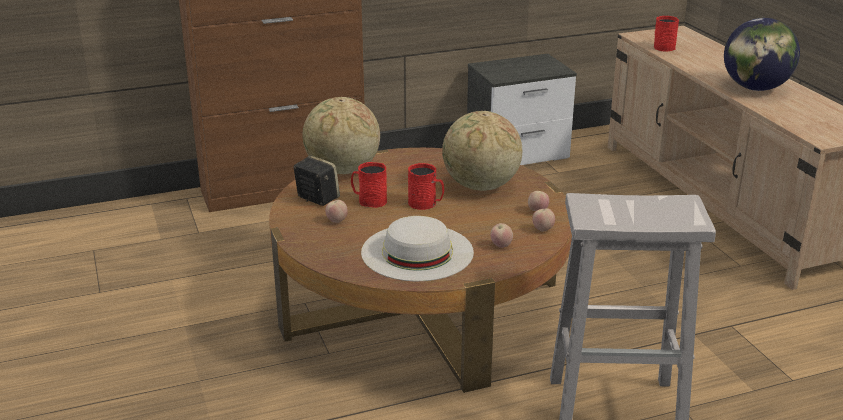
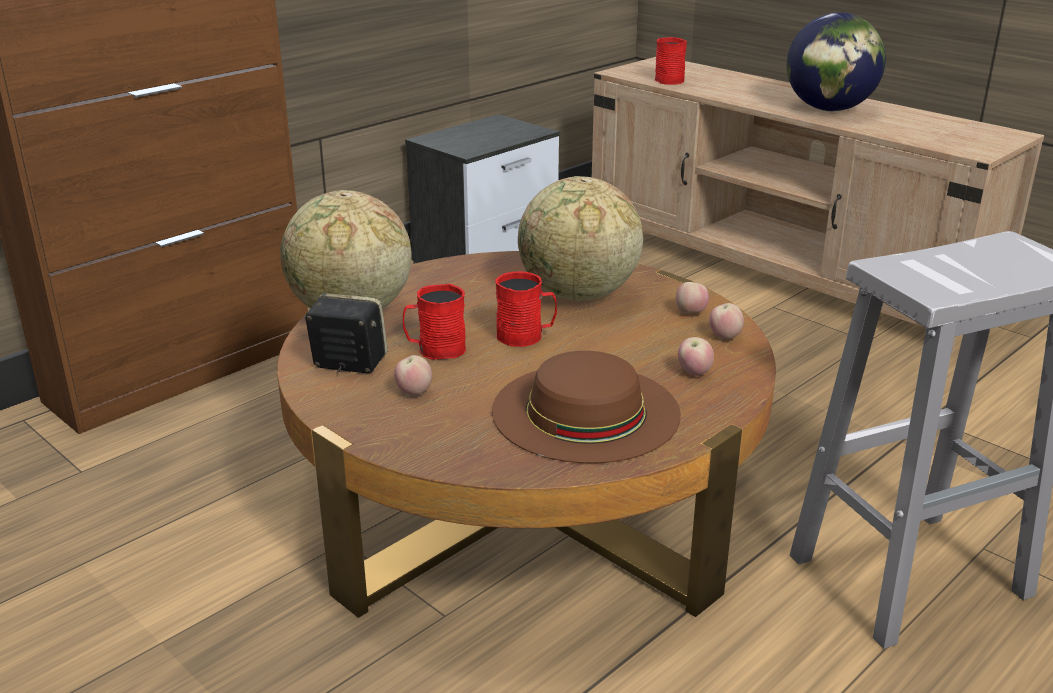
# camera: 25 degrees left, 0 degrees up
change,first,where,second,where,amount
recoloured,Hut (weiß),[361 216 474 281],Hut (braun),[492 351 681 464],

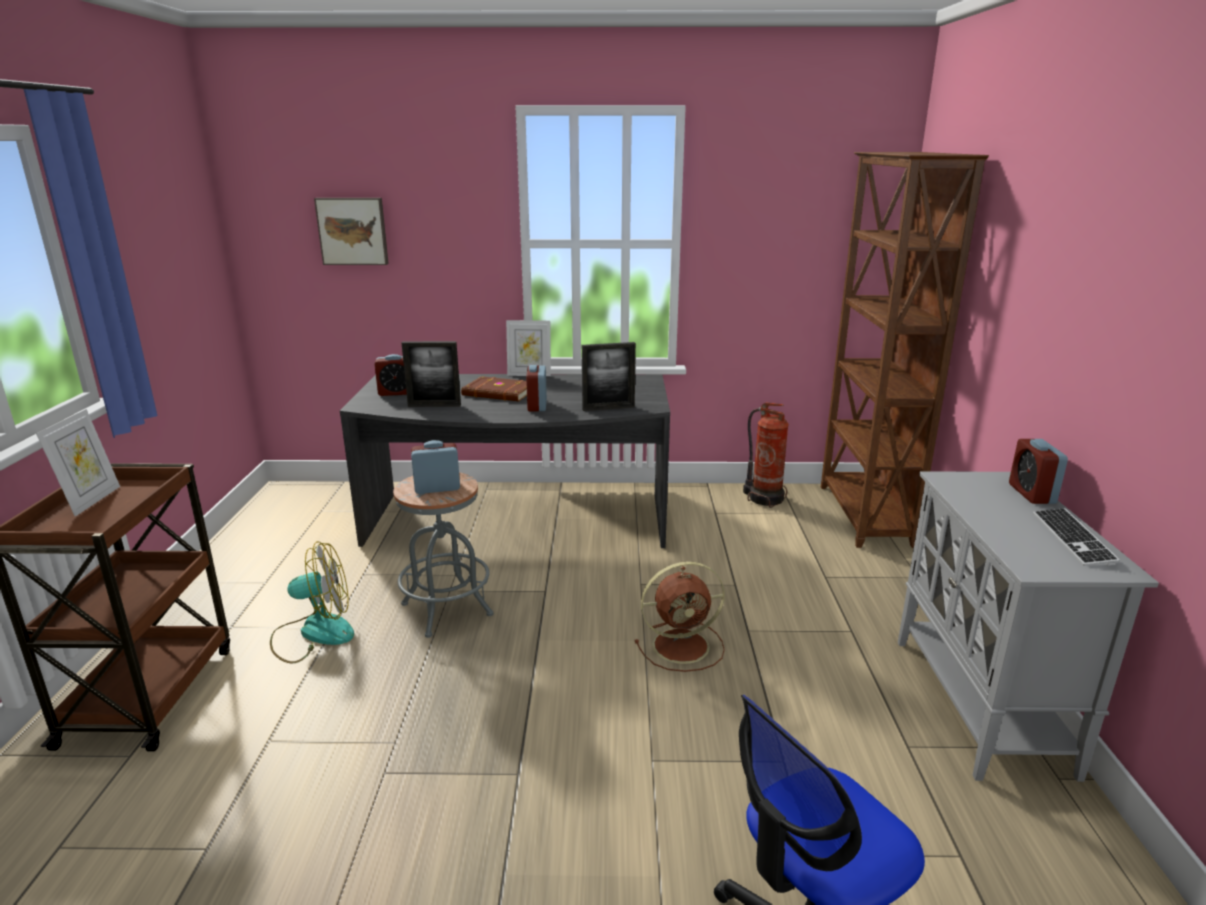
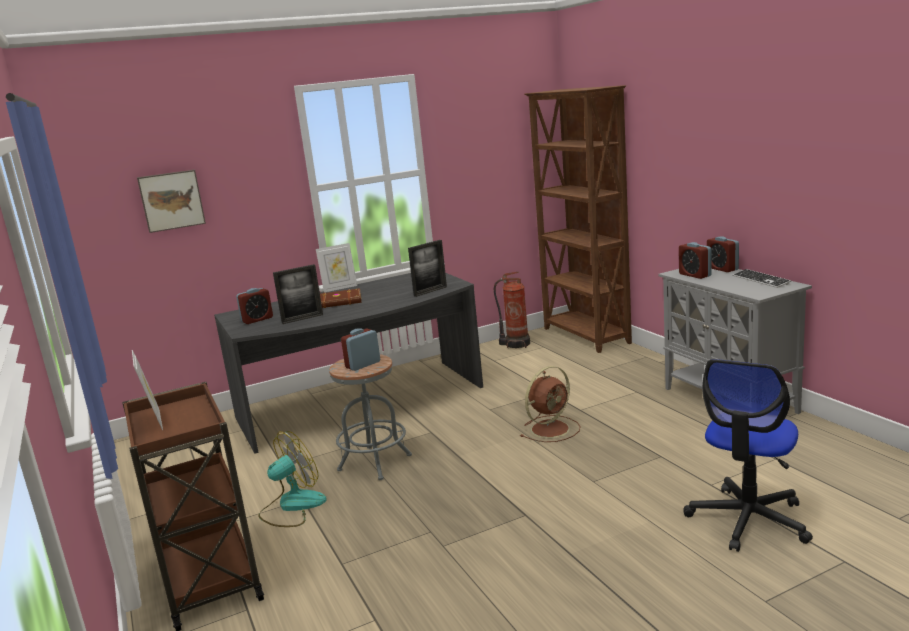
# camera: 25 degrees left, 5 degrees down
change,first,where,second,where,amount
moved,Wecker,[526 365 547 411],,[679 242 711 279],

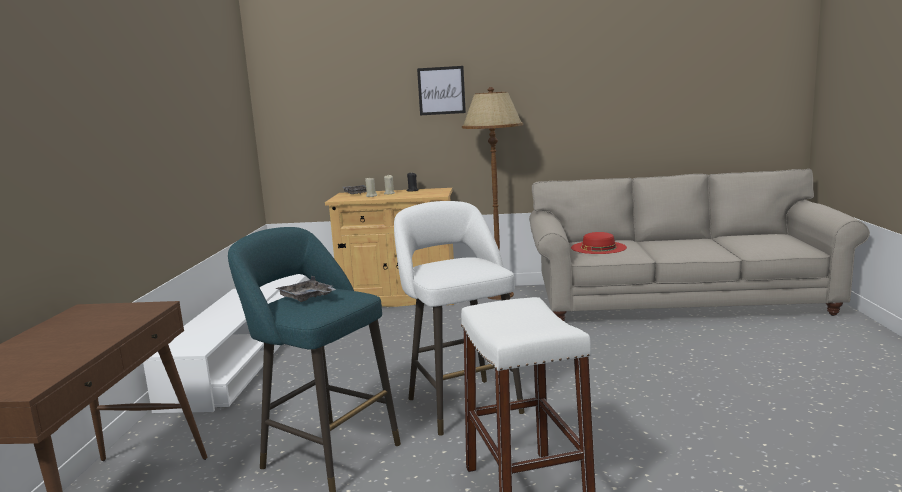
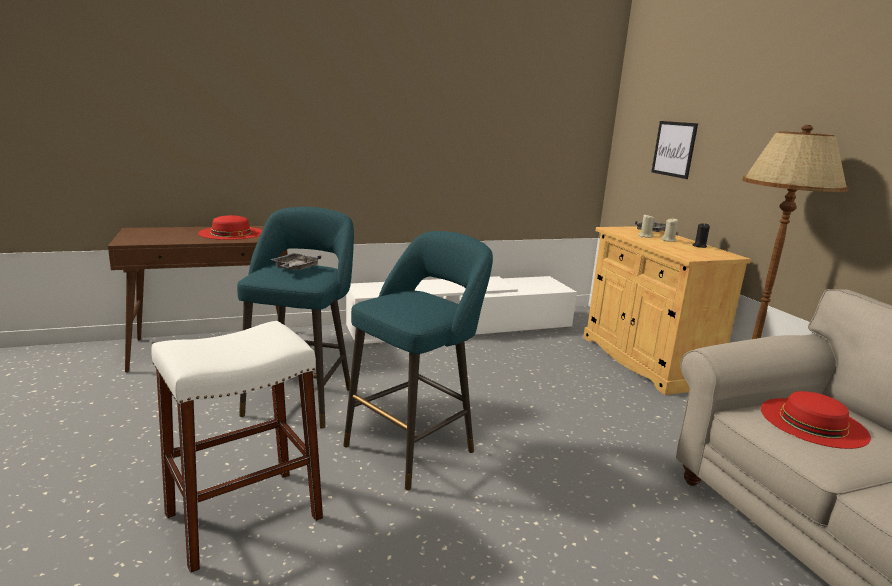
# camera: 65 degrees right, 5 degrees up
change,first,where,second,where,amount
added,,,Hut (rot),[198 215 262 240],
moved,Bild,[417 66 466 115],,[652 121 698 179],
recoloured,Hocker (weiß),[394 201 525 436],Hocker (türkis),[343 231 493 490],

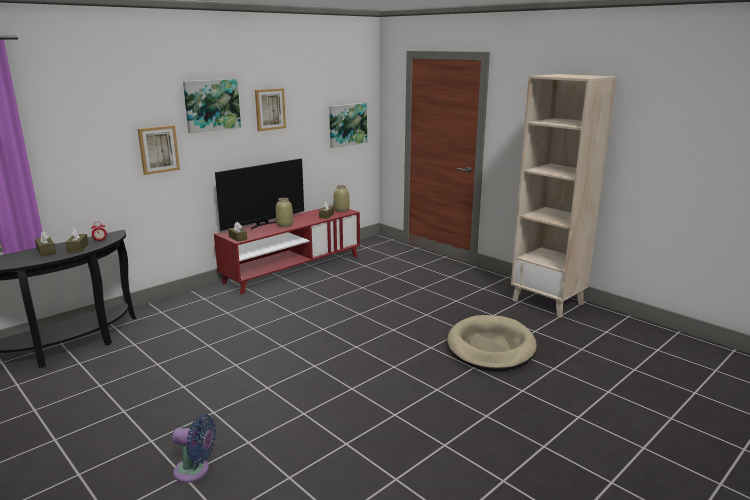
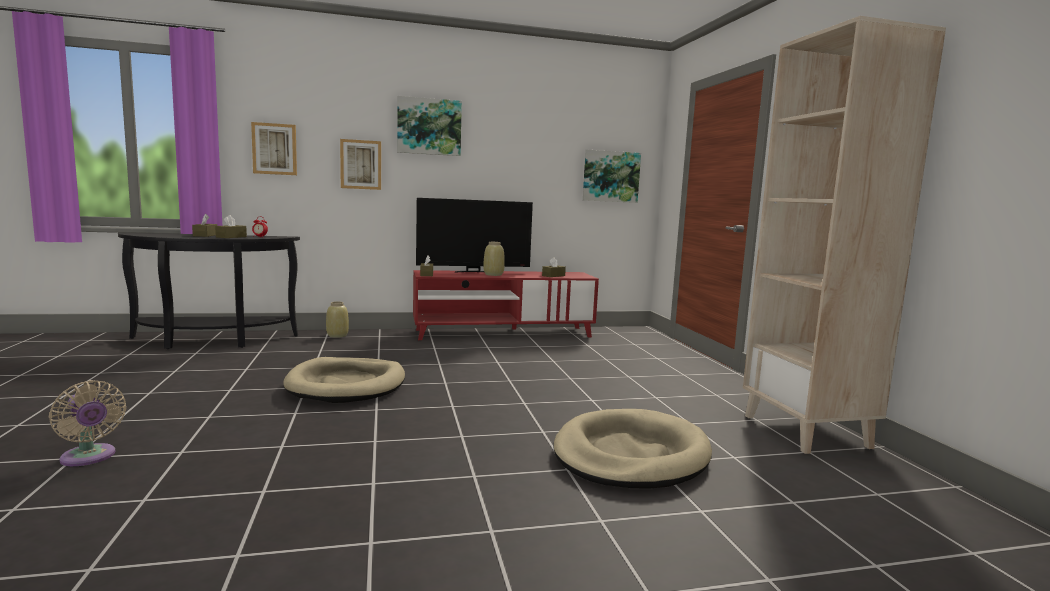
# camera: 30 degrees right, 10 degrees down
change,first,where,second,where,amount
added,,,Hundebett (beige),[283 357 405 403],
moved,Bild,[255 88 286 131],,[251 122 297 175],
moved,Vase (beige),[333 185 350 212],,[326 301 349 338],
recoloured,Ventilator (blau),[172 414 216 483],Ventilator (beige),[49 380 126 466],

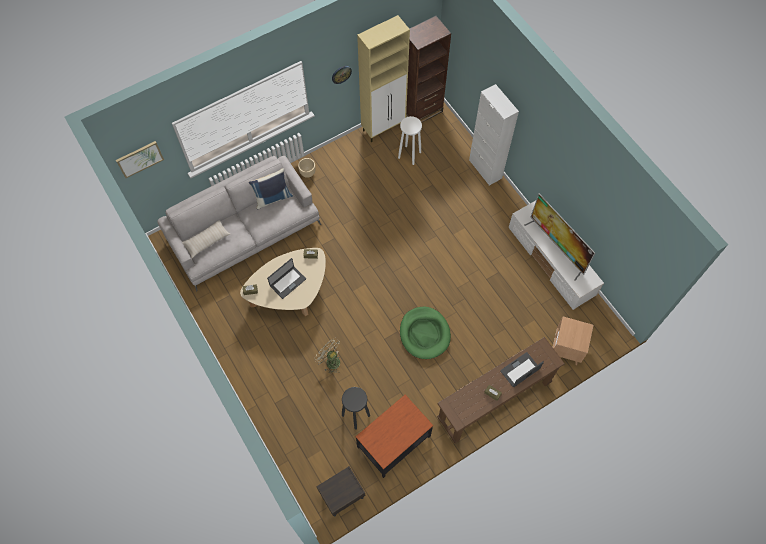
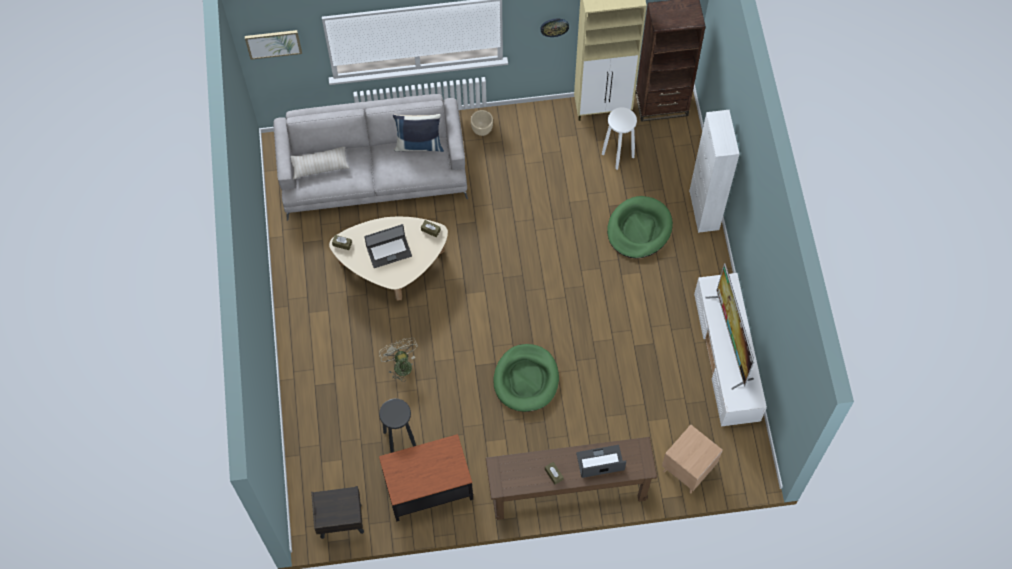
# camera: 25 degrees right, 0 degrees up
change,first,where,second,where,amount
added,,,Hundebett (grün),[607 196 673 258],

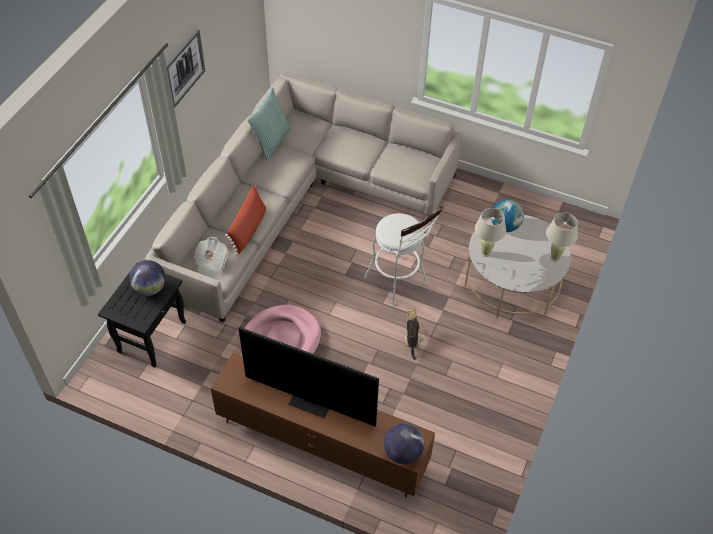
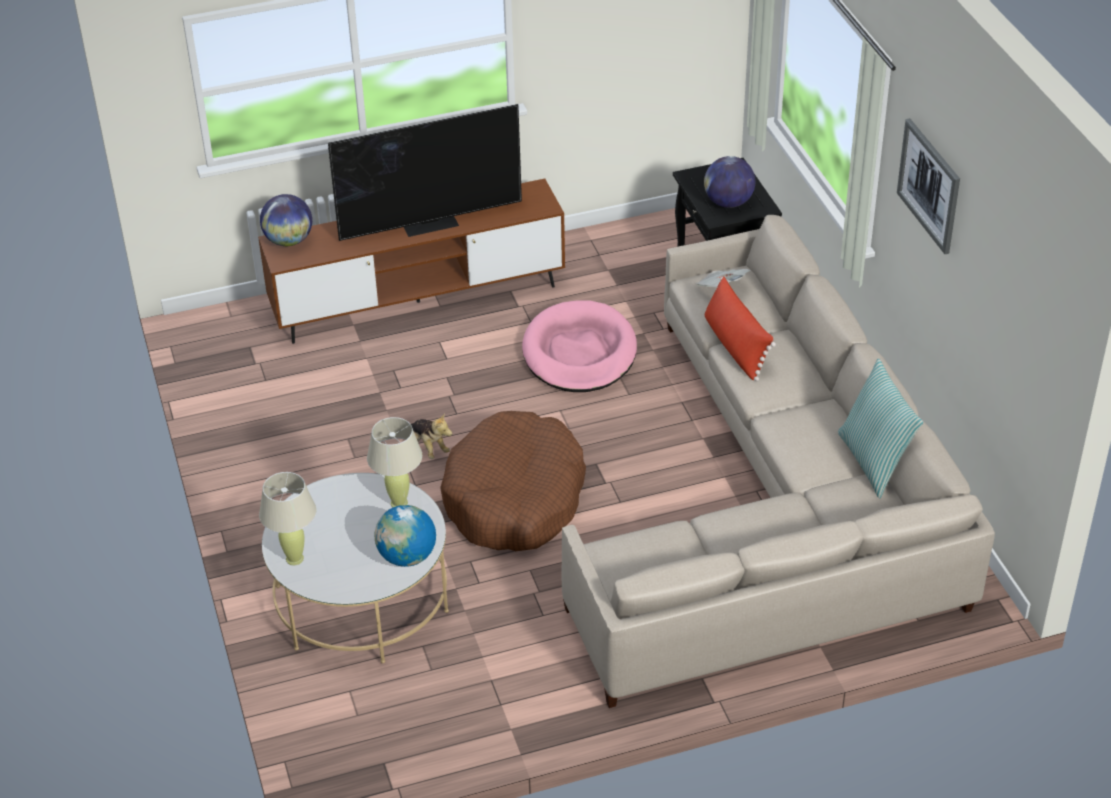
# camera: 140 degrees right, 10 degrees down
change,first,where,second,where,amount
replaced,Hocker (weiß),[364 206 443 306],Hundebett (braun),[440 411 586 551],

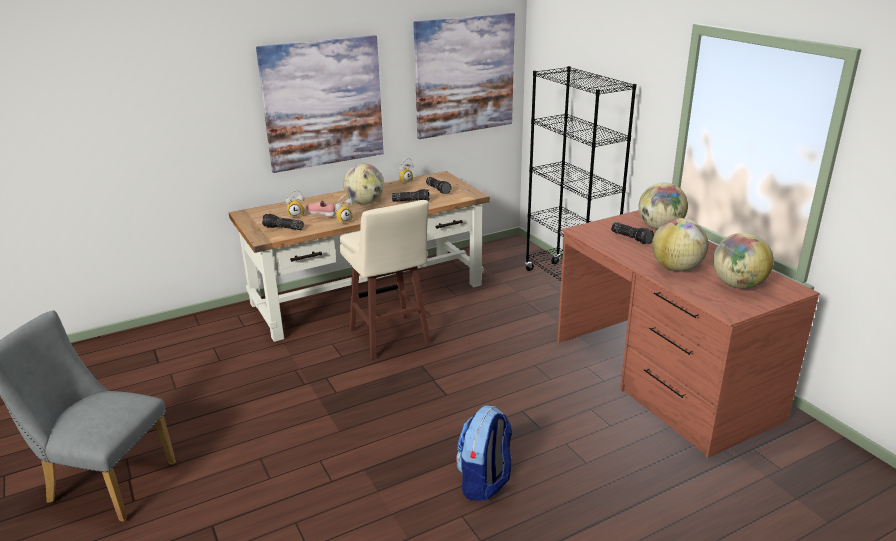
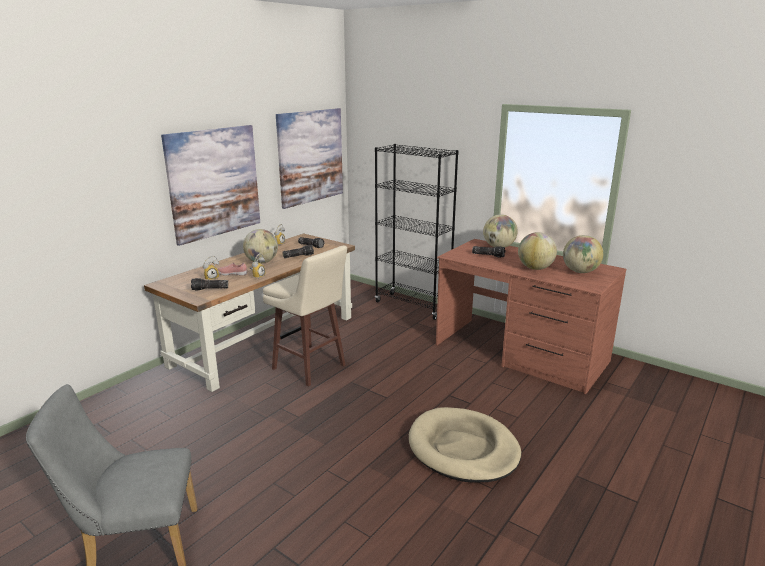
# camera: 25 degrees left, 5 degrees down
change,first,where,second,where,amount
replaced,Rucksack,[456 406 513 501],Hundebett (beige),[409 407 521 483],

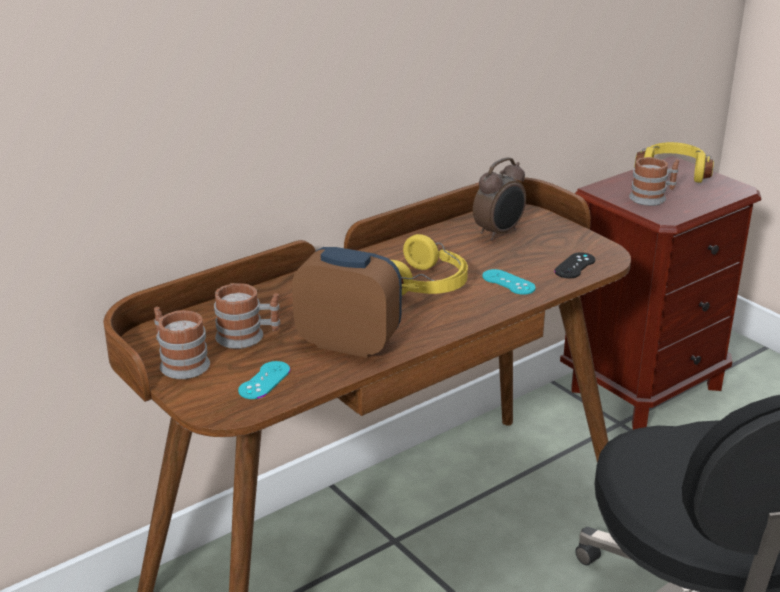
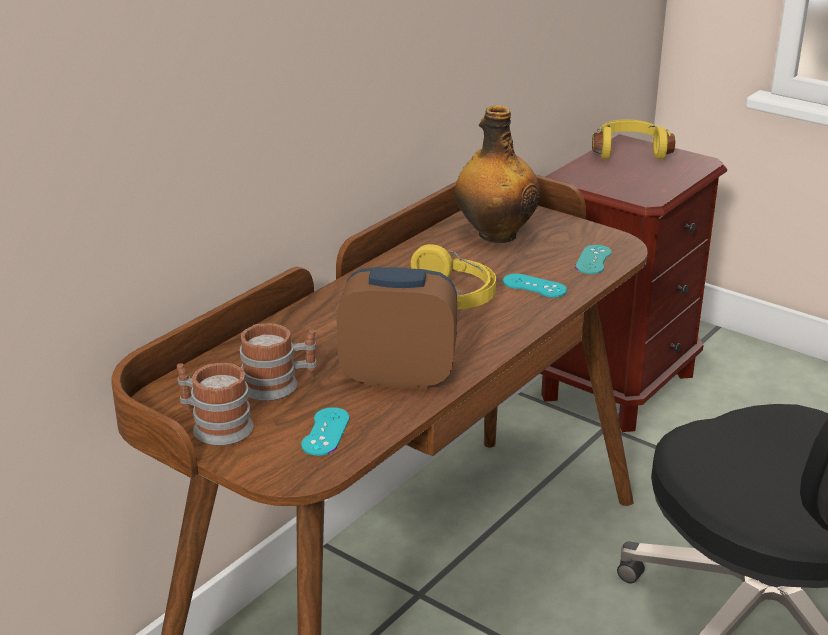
# camera: 15 degrees left, 0 degrees up
change,first,where,second,where,amount
removed,Henkelbecher,[629 157 679 206],,,
replaced,Wecker,[473 157 526 241],Flasche,[455 105 540 243],
recoloured,Gamepad (schwarz),[554 252 595 278],Gamepad (türkis),[575 245 612 274],

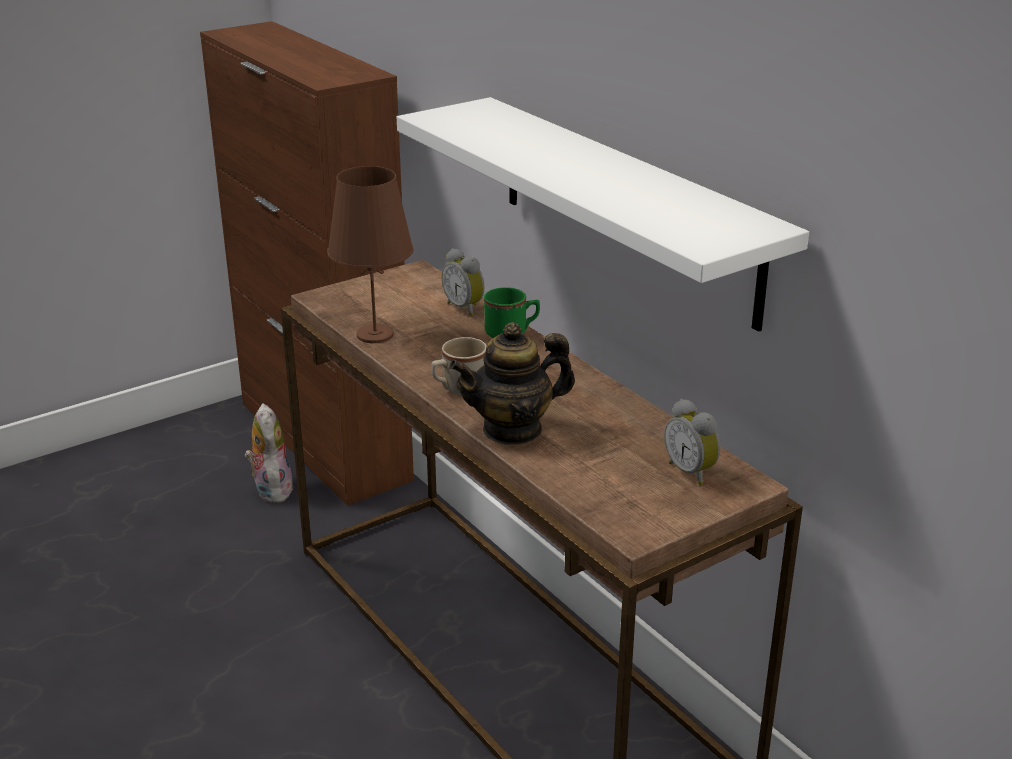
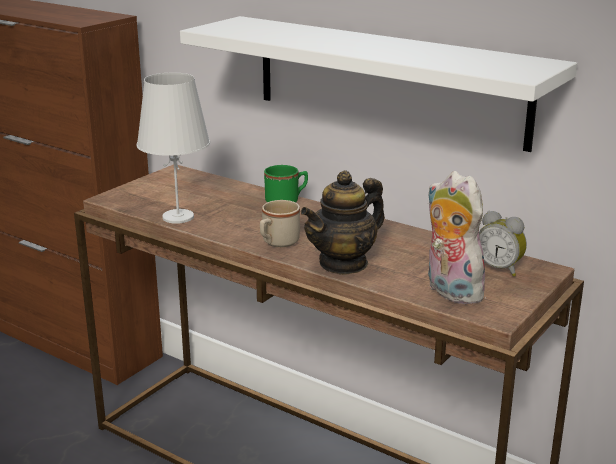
# camera: 20 degrees left, 5 degrees down
change,first,where,second,where,amount
removed,Wecker,[441 248 485 316],,,
moved,Plüschtier,[245 403 294 503],,[428 171 490 305],
recoloured,Tischlampe (braun),[327 166 414 343],Tischlampe (weiß),[136 73 210 224],

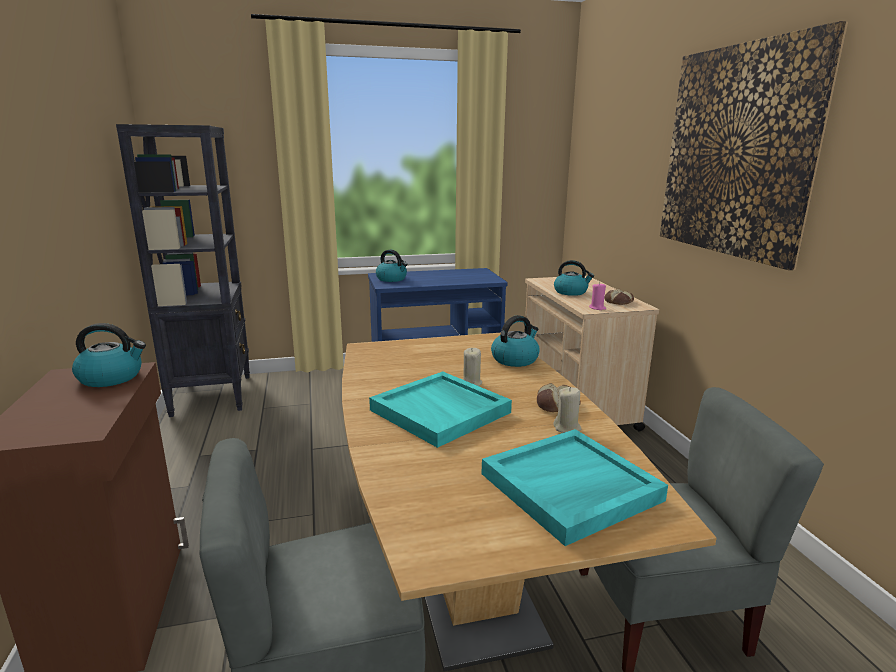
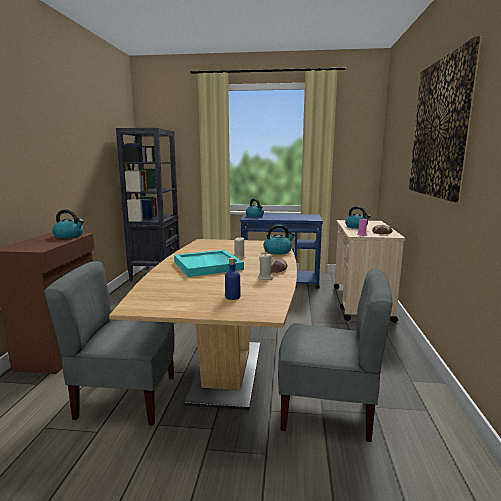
# camera: 20 degrees right, 5 degrees down
change,first,where,second,where,amount
replaced,Tablett (türkis),[482 429 668 546],Flasche (blau),[225 258 240 300],

